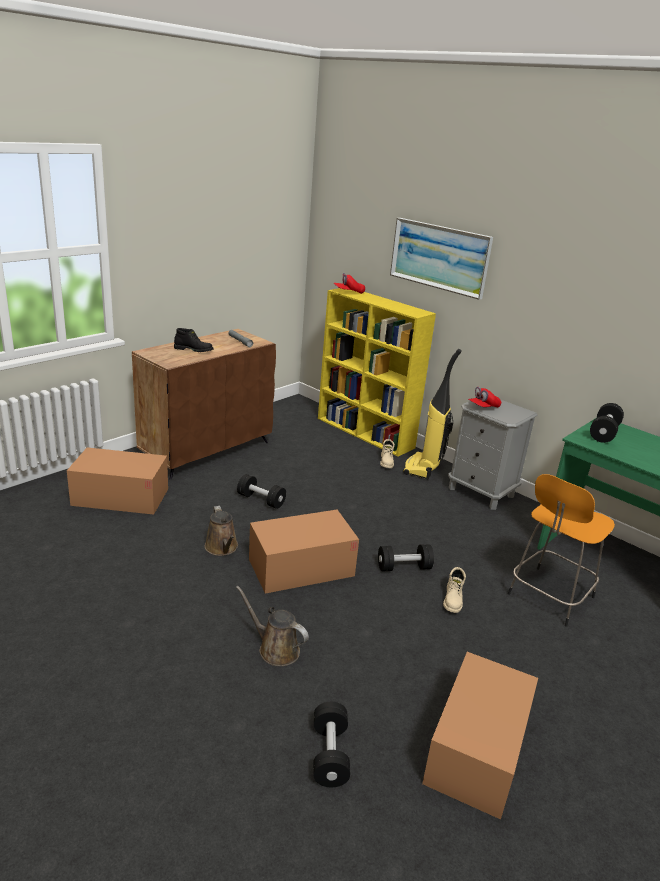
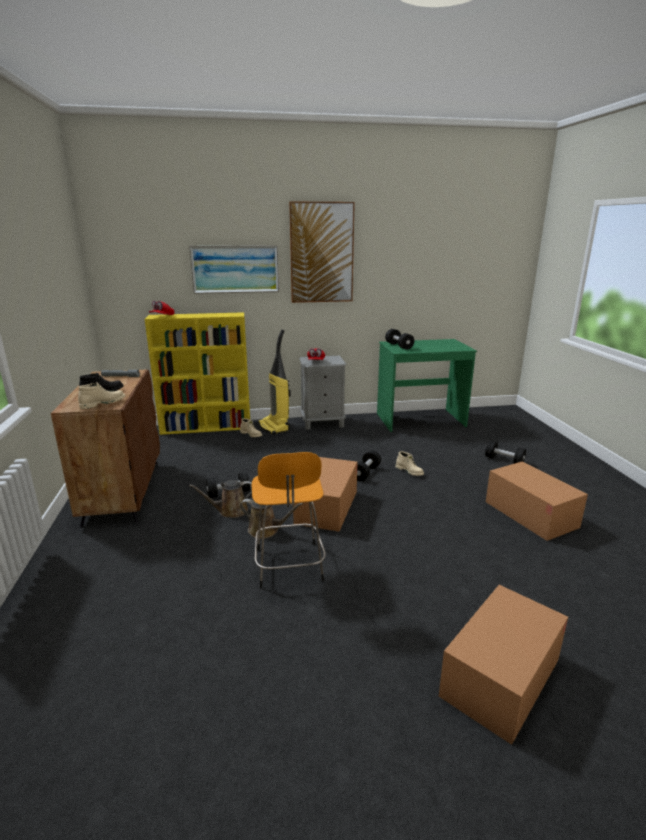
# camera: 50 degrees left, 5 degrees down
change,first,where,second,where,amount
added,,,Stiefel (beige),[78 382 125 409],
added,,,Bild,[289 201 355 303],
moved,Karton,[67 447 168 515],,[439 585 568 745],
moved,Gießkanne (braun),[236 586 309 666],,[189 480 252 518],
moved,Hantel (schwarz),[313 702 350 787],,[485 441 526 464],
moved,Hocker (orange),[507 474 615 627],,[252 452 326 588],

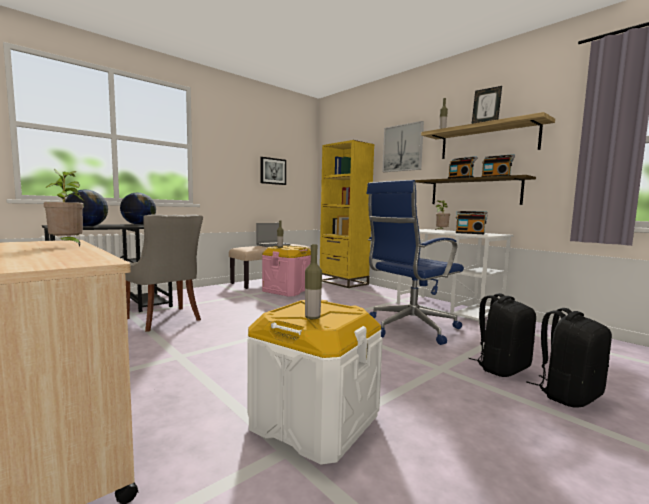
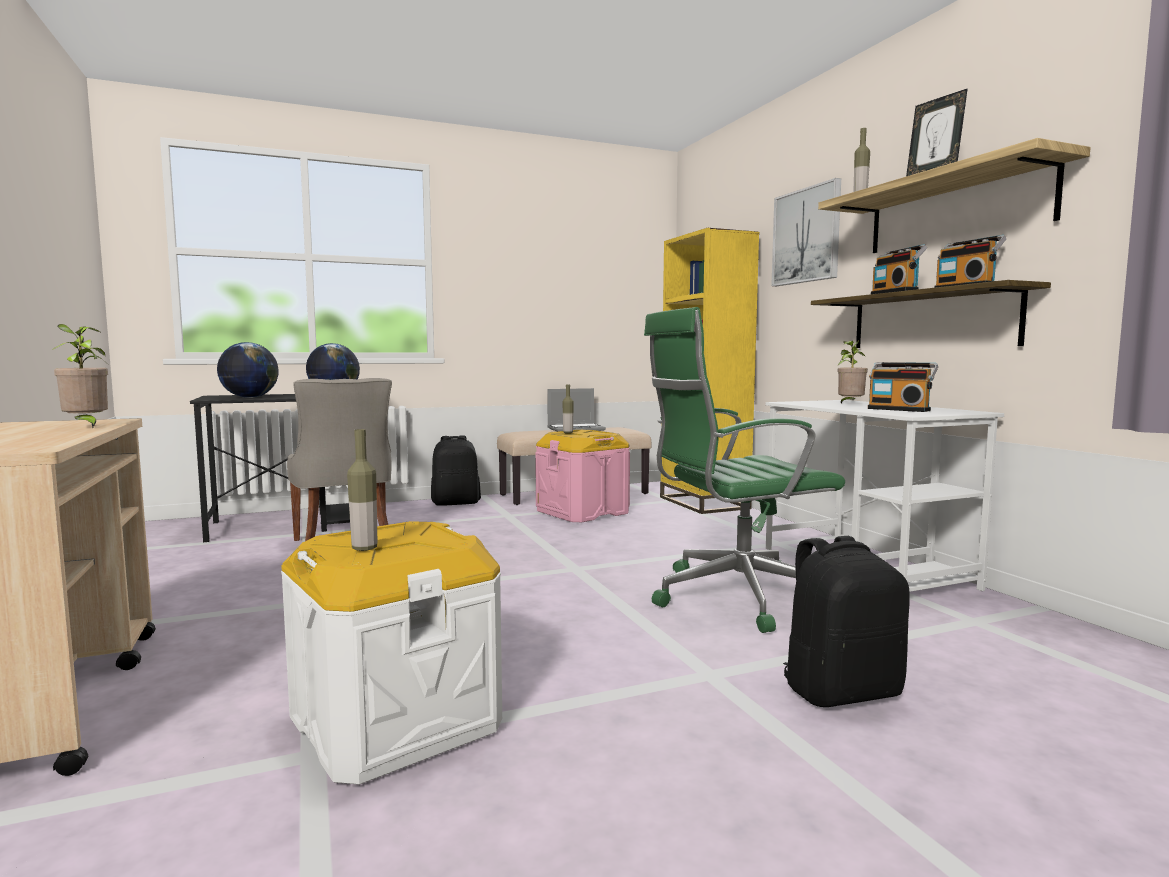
# camera: 20 degrees right, 0 degrees up
change,first,where,second,where,amount
removed,Bild,[260 157 286 185],,,
moved,Rucksack (schwarz),[526 308 612 408],,[431 435 481 505],
recoloured,Bürostuhl (blau),[366 180 464 345],Bürostuhl (grün),[644 307 845 633],

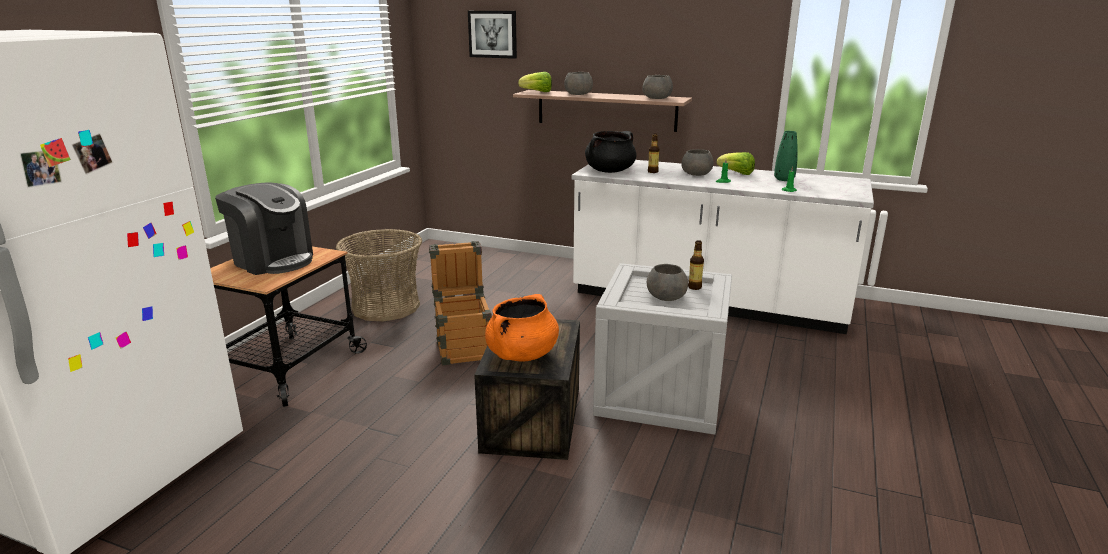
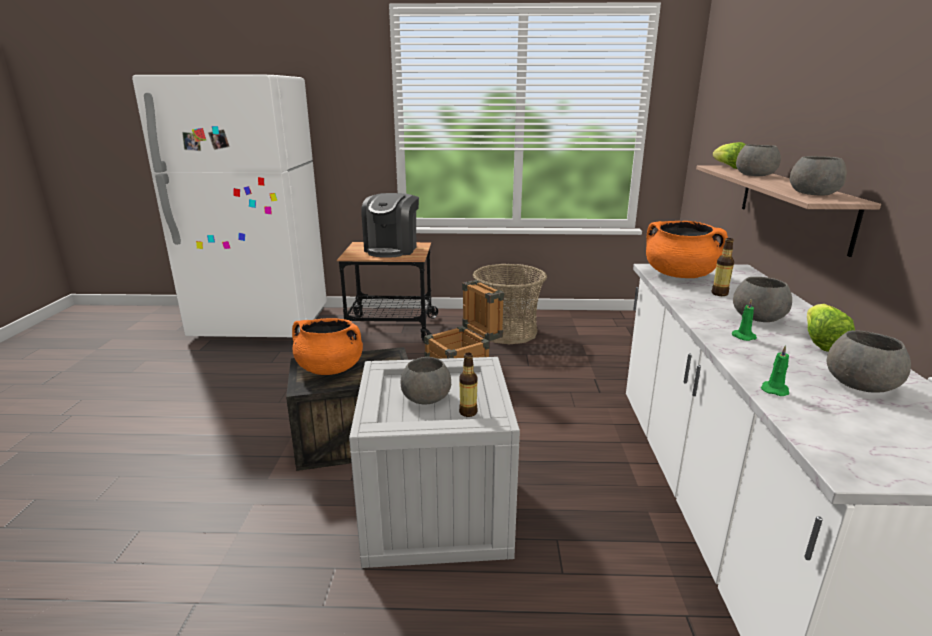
# camera: 70 degrees right, 0 degrees up
change,first,where,second,where,amount
removed,Bild,[468 11 517 59],,,
replaced,Vase (grün),[774 131 798 181],Schüssel (grau),[827 330 911 393],
recoloured,Kochtopf (schwarz),[585 131 637 173],Kochtopf (orange),[646 221 728 278],

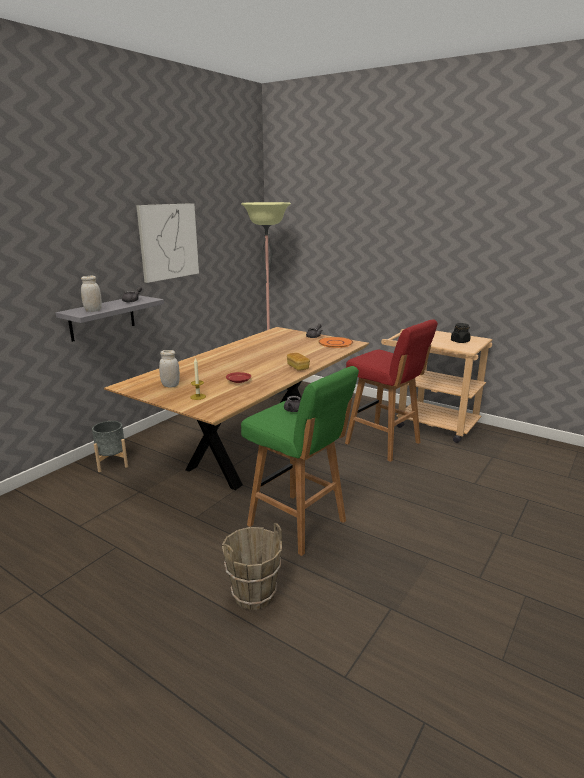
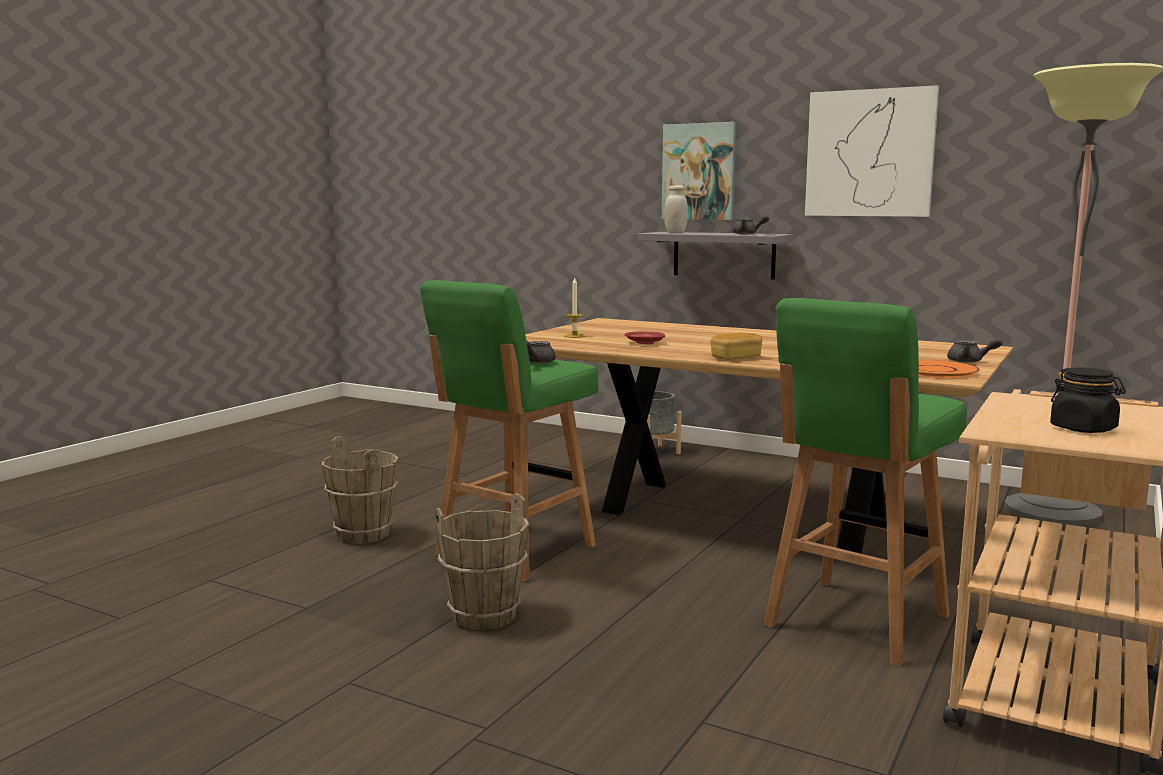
# camera: 85 degrees right, 10 degrees down
change,first,where,second,where,amount
removed,Vorratsglas (weiß),[159 350 180 388],,,
added,,,Eimer (braun),[434 493 529 630],
added,,,Bild,[662 122 736 220],
recoloured,Hocker (rot),[345 319 438 462],Hocker (grün),[764 298 967 667],

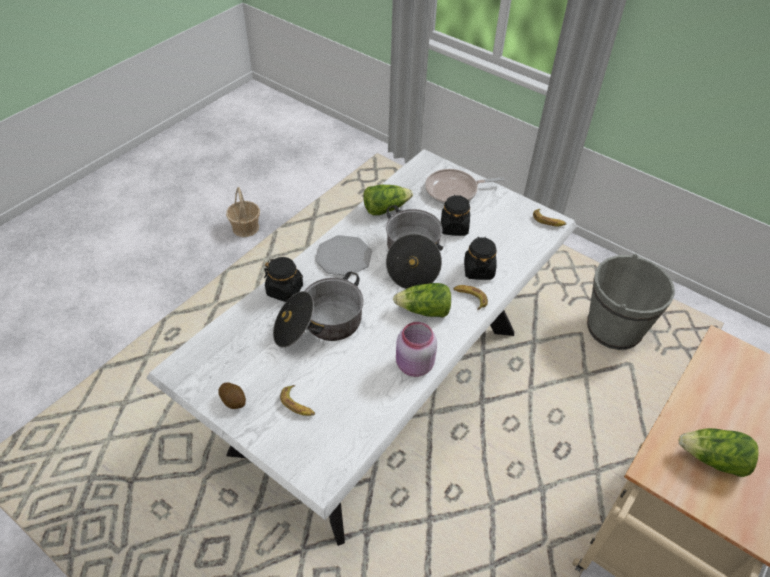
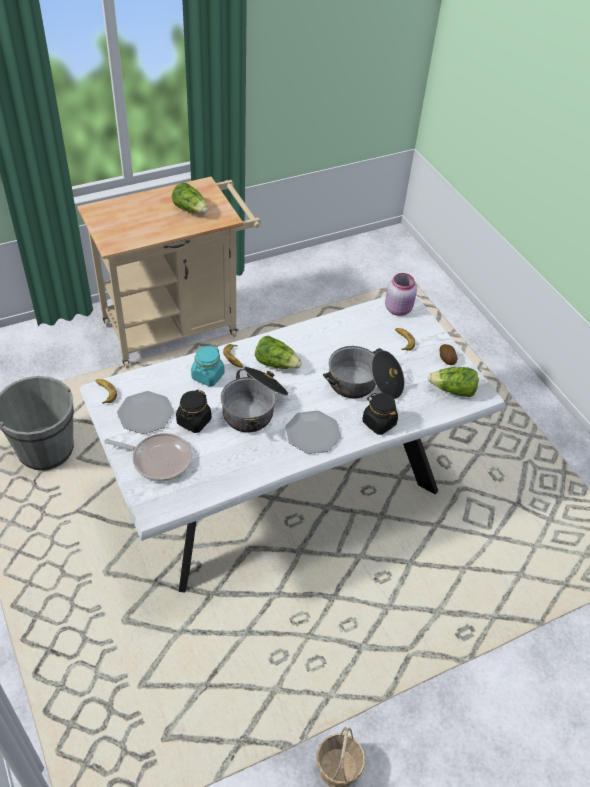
# camera: 155 degrees left, 0 degrees up
change,first,where,second,where,amount
added,,,Teller,[117 391 174 434],
moved,Salatkopf,[363 184 413 215],,[428 367 478 397],
moved,Vorratsglas (rosa),[396 322 437 377],,[385 273 417 316],
recoloured,Vorratsglas (schwarz),[464 236 497 280],Vorratsglas (türkis),[191 345 225 387],

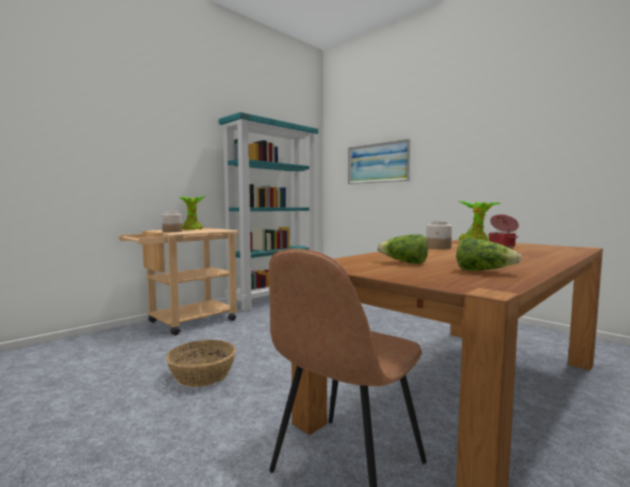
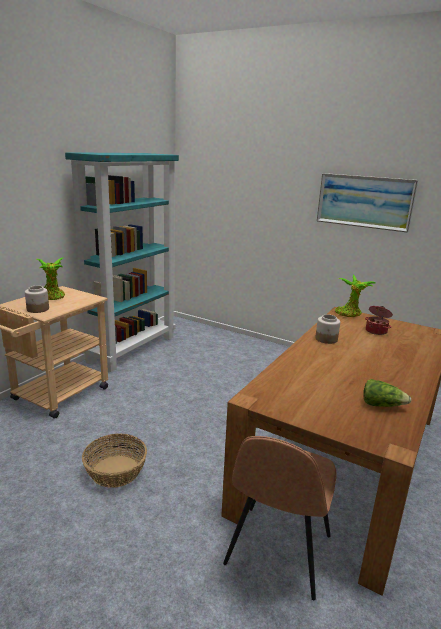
# camera: 15 degrees left, 15 degrees up
change,first,where,second,where,amount
removed,Salatkopf,[377 234 428 264],,,
moved,Bild,[348 139 410 184],,[317 173 418 233],

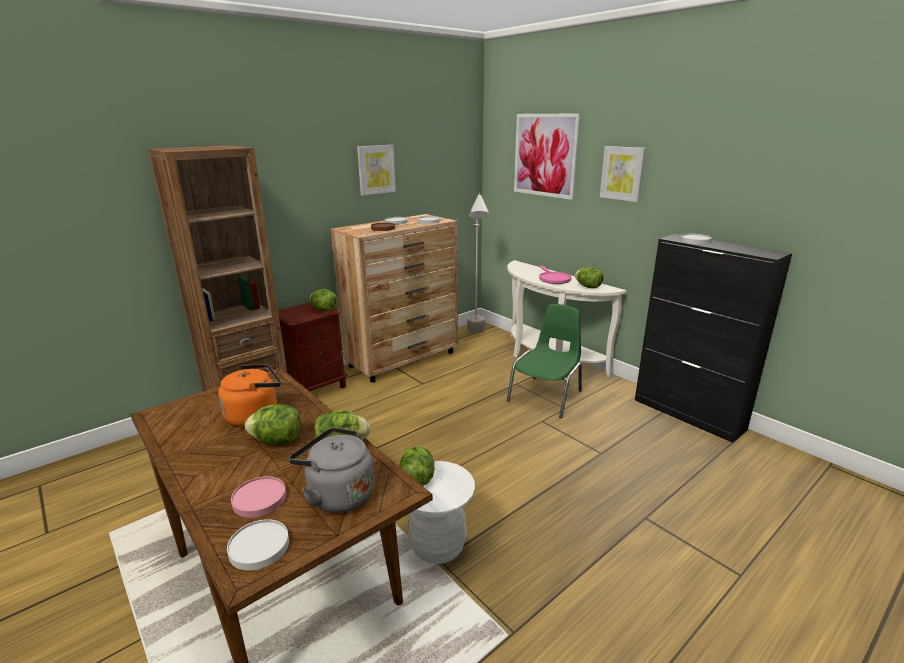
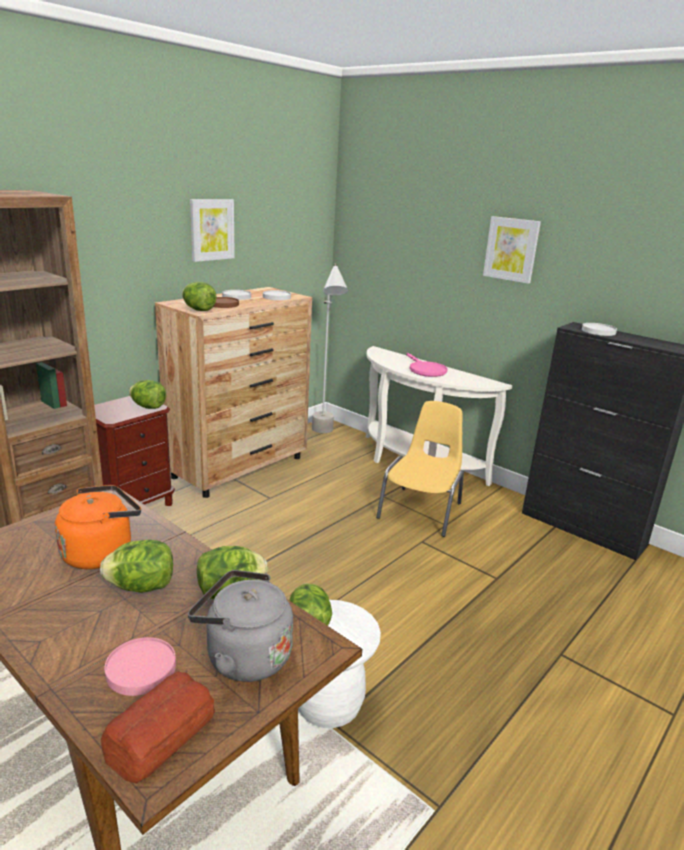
# camera: 10 degrees left, 0 degrees up
change,first,where,second,where,amount
removed,Bild,[514 113 581 200],,,
moved,Salatkopf,[575 266 603 288],,[182 282 217 311],
replaced,Teller (weiß),[227 519 289 570],Brot,[101 671 215 783],
recoloured,Stuhl (grün),[507 304 582 418],Stuhl (gelb),[376 401 464 537],

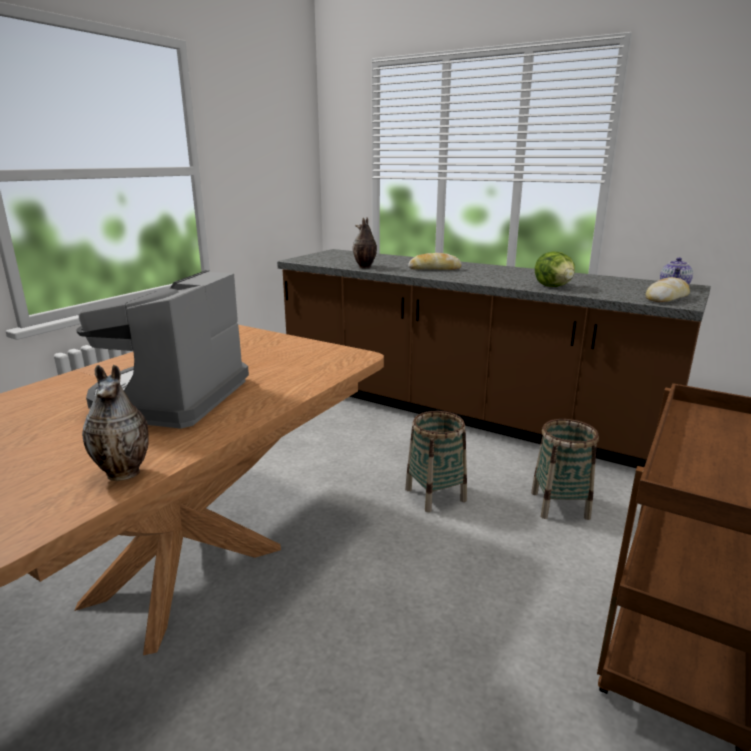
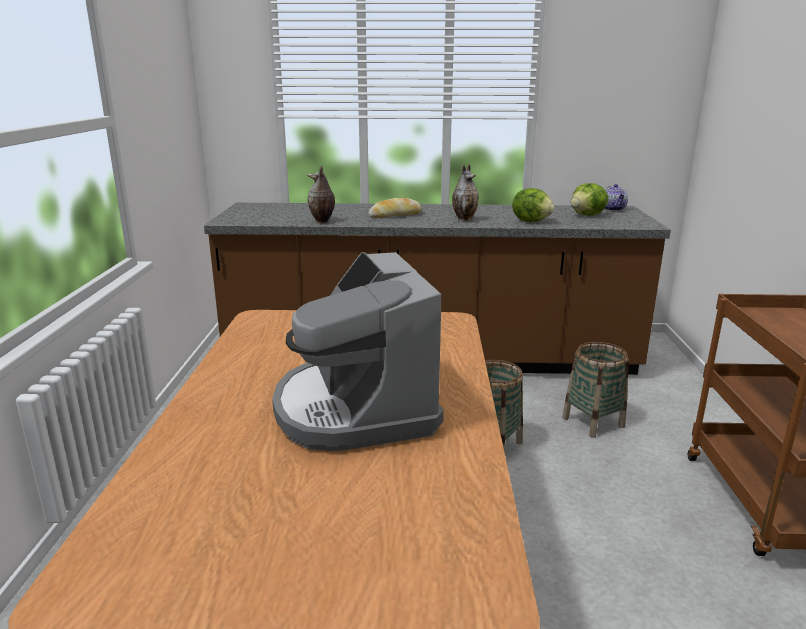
# camera: 30 degrees left, 0 degrees up
change,first,where,second,where,amount
removed,Brot,[646 277 690 302],,,
added,,,Salatkopf,[571 183 608 216],
moved,Vase,[82 365 149 481],,[452 165 479 221],

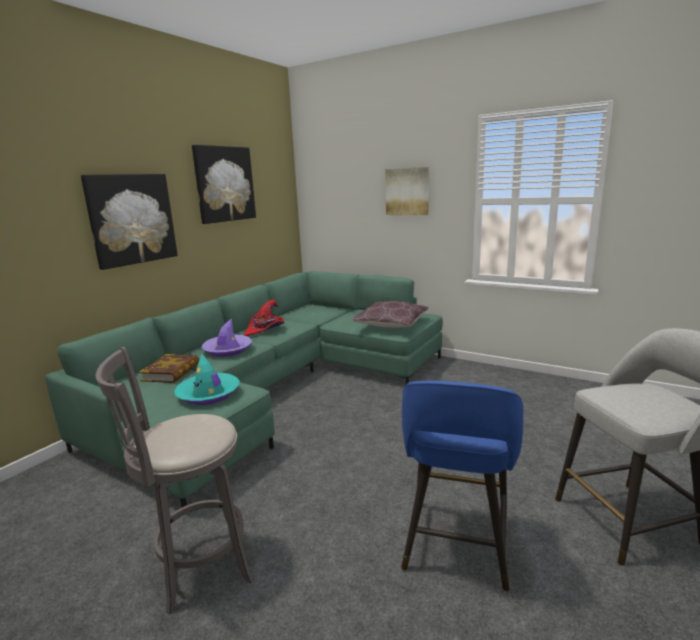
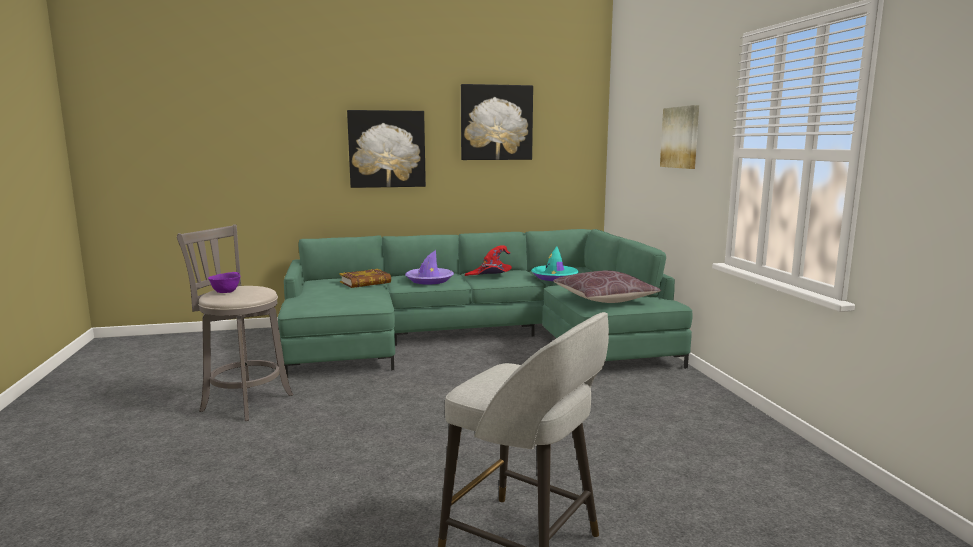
# camera: 45 degrees right, 5 degrees down
change,first,where,second,where,amount
removed,Hocker (blau),[401 381 524 591],,,
added,,,Schüssel (lila),[208 272 241 293],
moved,Hut (türkis),[174 353 240 405],,[531 246 579 281],

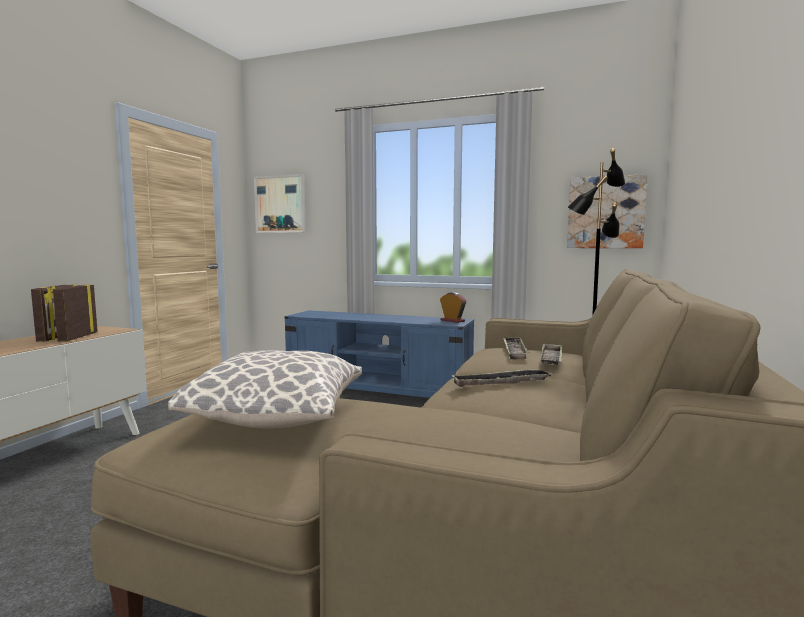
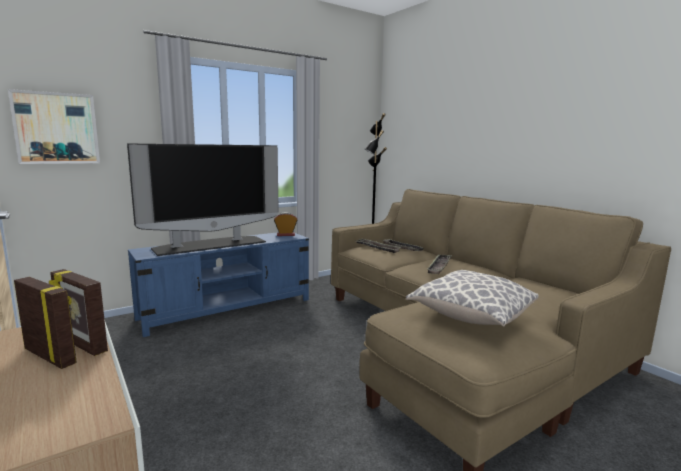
# camera: 55 degrees left, 5 degrees up
change,first,where,second,where,amount
removed,Bild,[567 174 648 248],,,
added,,,Fernseher,[127 143 279 256],

